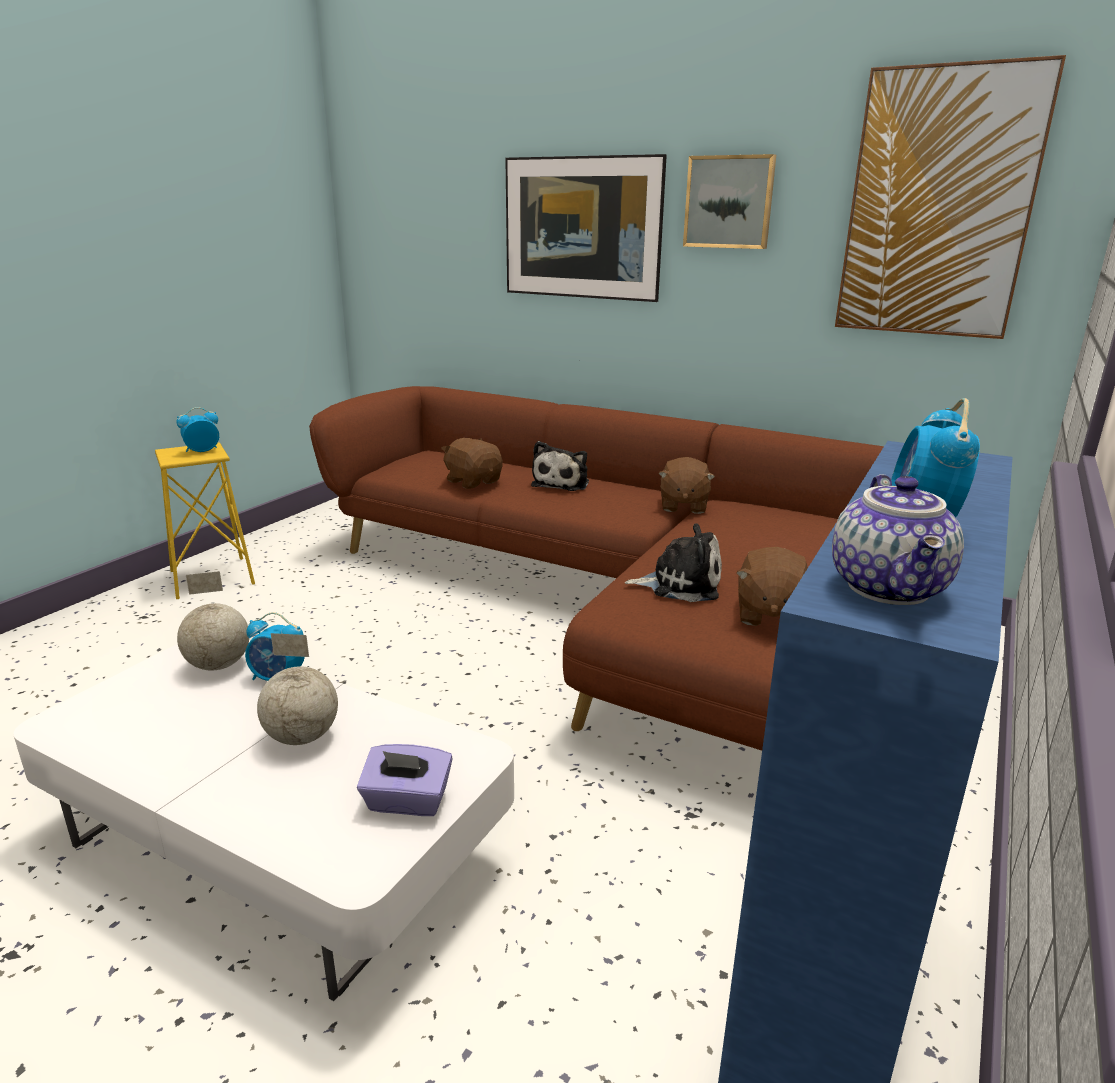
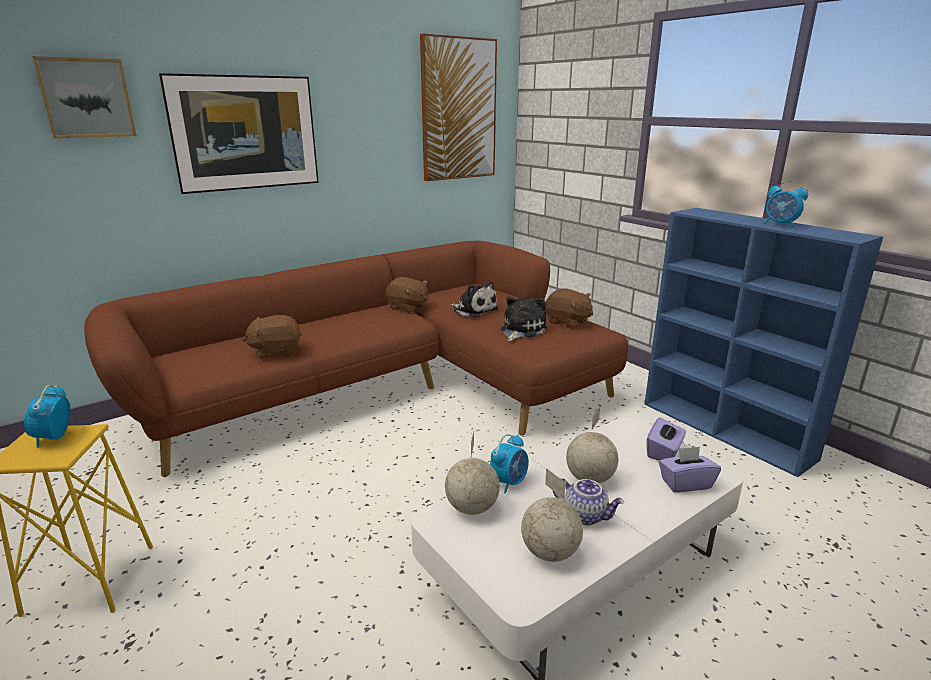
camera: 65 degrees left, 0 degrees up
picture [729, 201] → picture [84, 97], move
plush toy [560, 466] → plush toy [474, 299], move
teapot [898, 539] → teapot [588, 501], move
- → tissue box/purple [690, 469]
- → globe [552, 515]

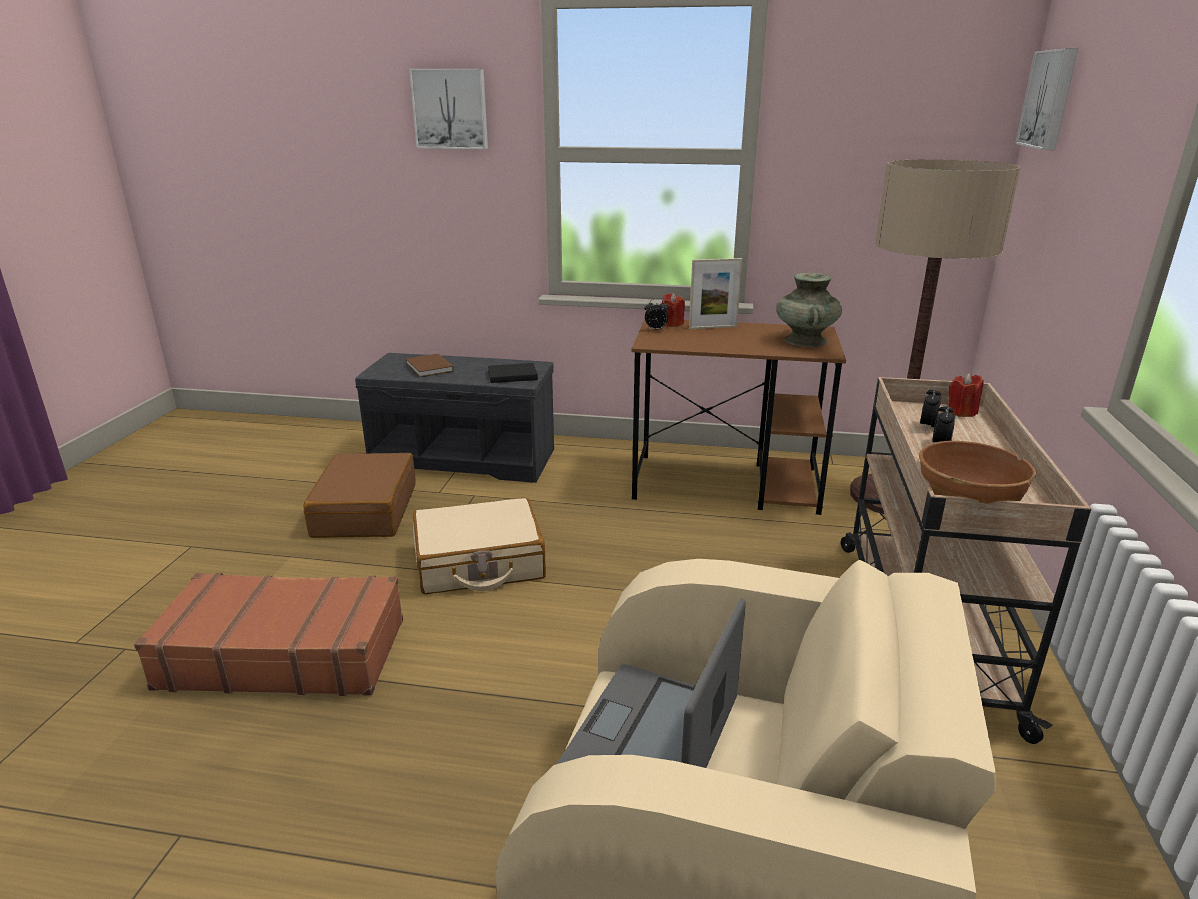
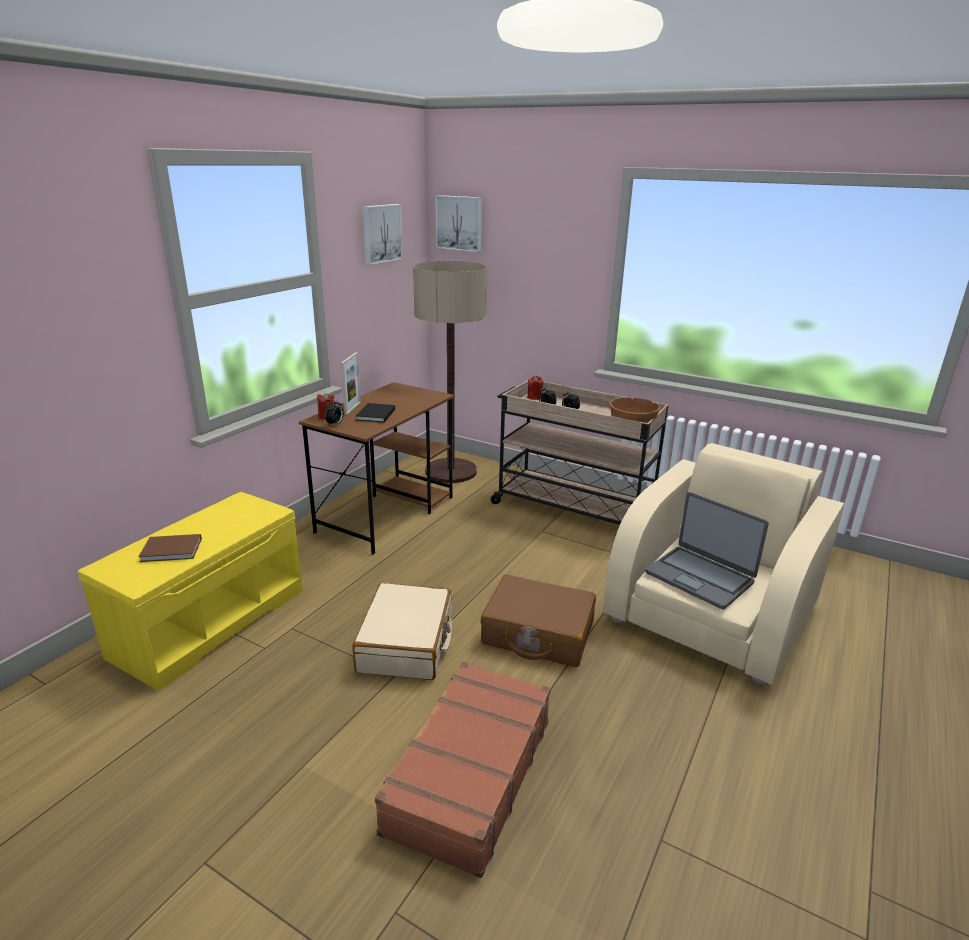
camera: 70 degrees left, 0 degrees up
picture [448, 109] → picture [382, 234], move
vase/turquoise [809, 310] → -
bench/grey [454, 418] → bench/yellow [190, 591]
book/black [513, 373] → book/black [375, 413], move
suitcase/brown [359, 495] → suitcase/brown [538, 620], move

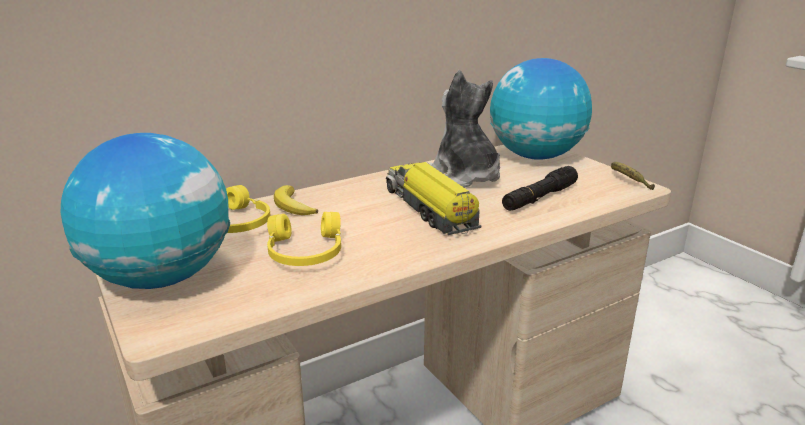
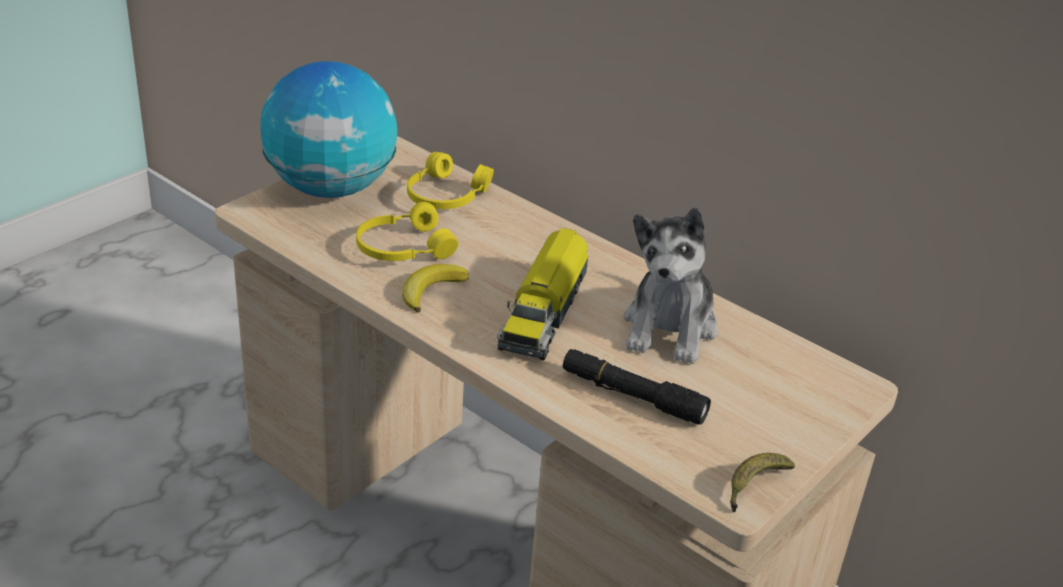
camera: 70 degrees right, 10 degrees up
globe [541, 109] → -
plush toy [464, 129] → plush toy [671, 285], 150 degrees clockwise
toy truck [433, 198] → toy truck [542, 294], 150 degrees clockwise
banana [296, 200] → banana [435, 288], move

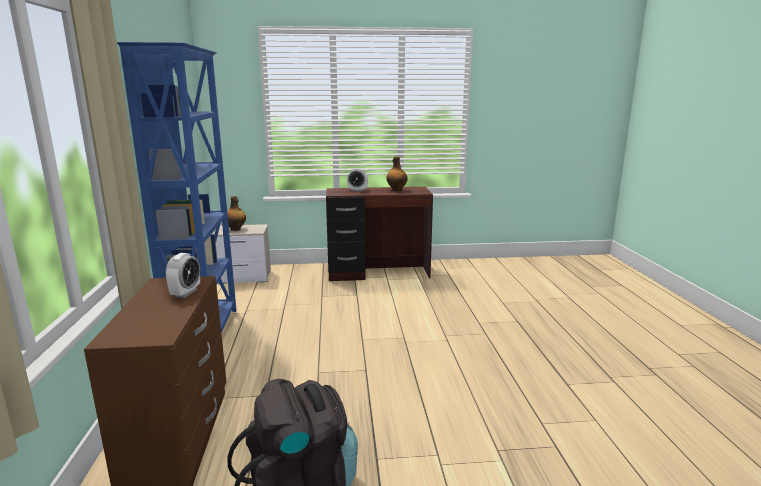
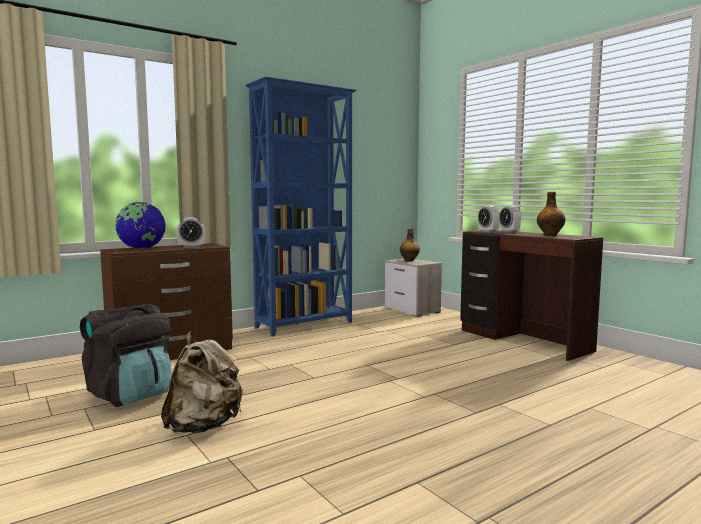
camera: 60 degrees right, 10 degrees down
- → globe [140, 225]
- → alarm clock [489, 219]
- → backpack/beige [202, 382]

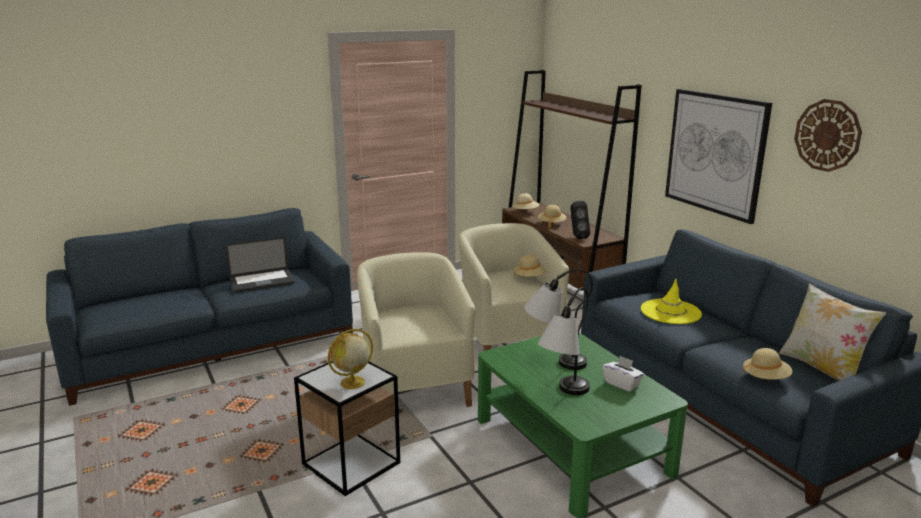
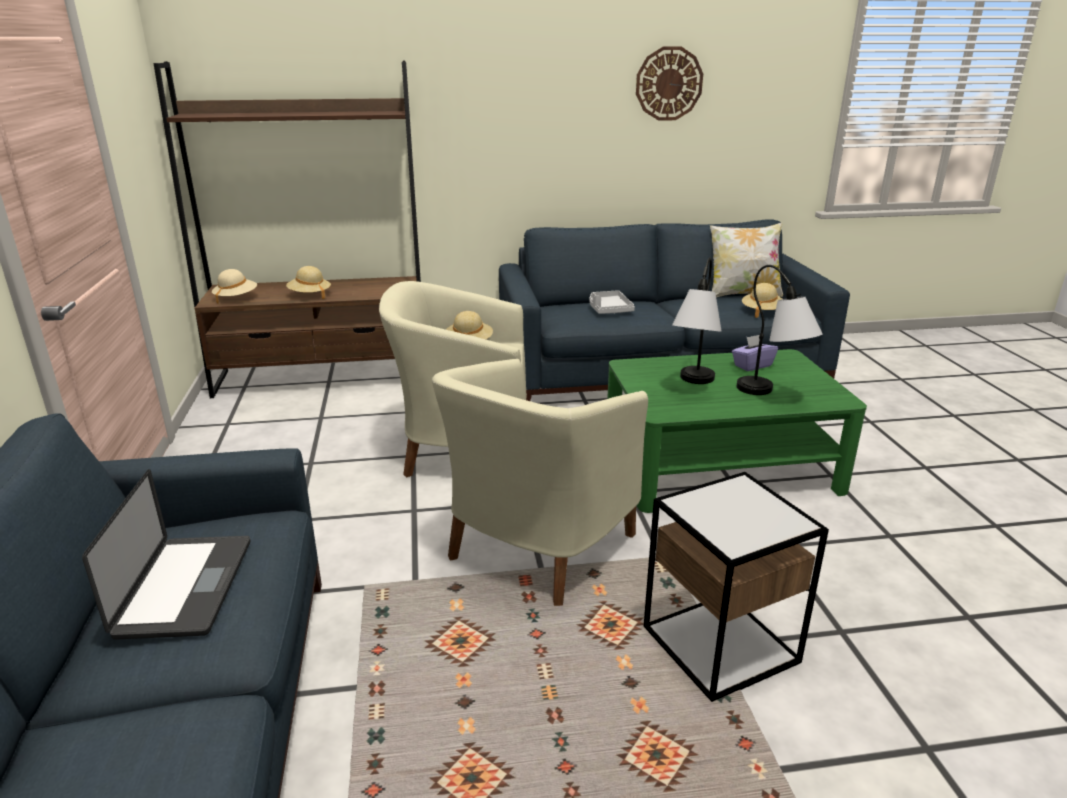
camera: 70 degrees left, 5 degrees up
picture [718, 156] → -
speaker/black [580, 220] → -
armchair/beige [416, 329] → armchair/beige [540, 482], 60 degrees counterclockwise
hat/yellow [671, 301] → tray/grey [612, 302]
globe [350, 359] → -
tissue box/white [623, 374] → tissue box/purple [755, 353]

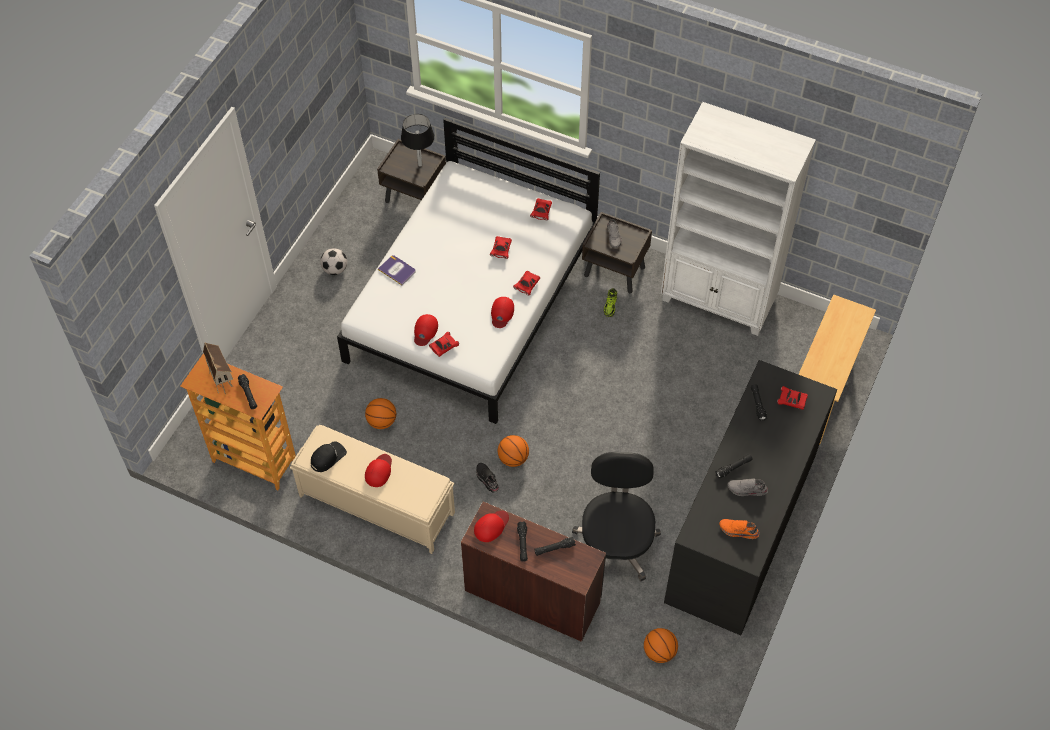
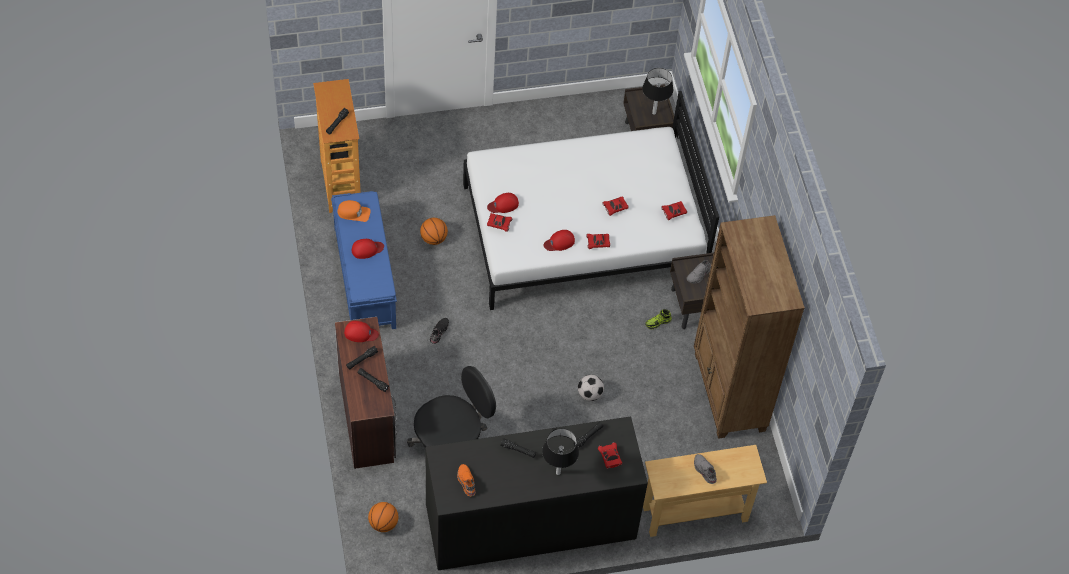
camera: 50 degrees right, 0 degrees up
bookcase/white [738, 219] → bookcase/brown [749, 327]
football [333, 261] → football [591, 388], move
book [397, 270] → -
toy house [218, 368] → -
bench/beige [372, 489] → bench/blue [364, 260]
basketball [513, 451] → -
cap/black [329, 456] → cap/orange [354, 211]
shoe/grey [748, 487] → shoe/grey [705, 469], move
- → table lamp/black [560, 451]

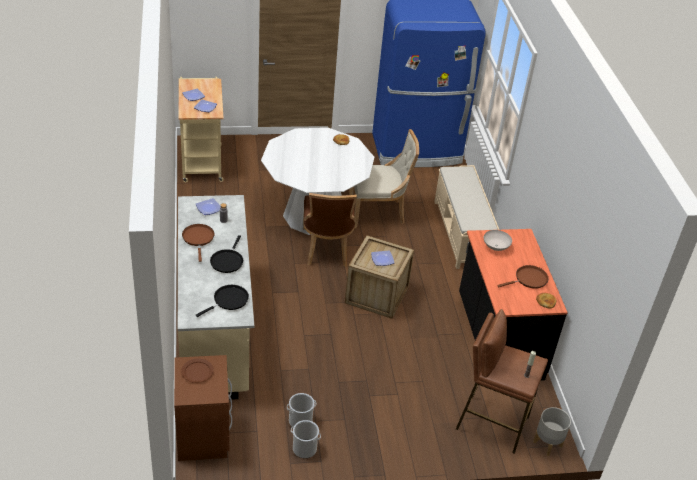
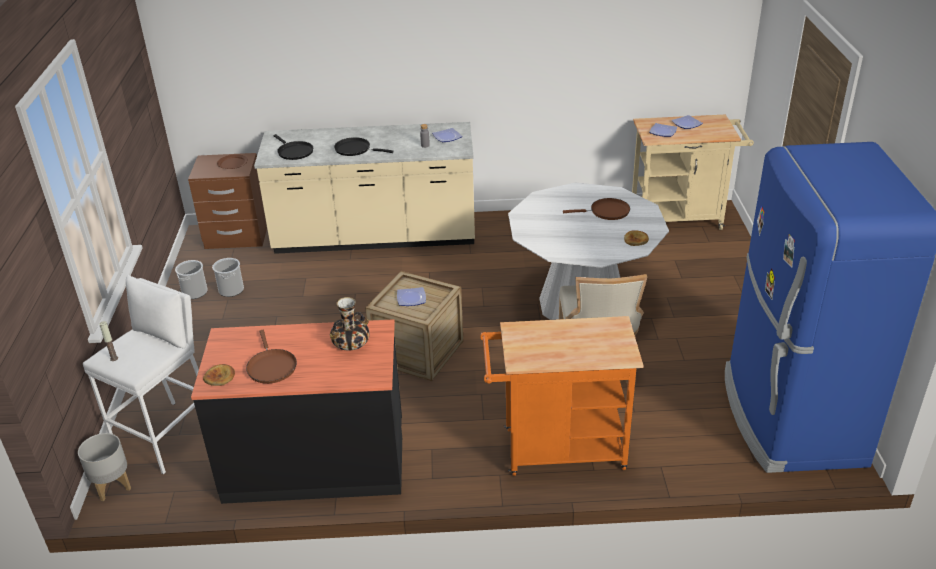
camera: 100 degrees right, 5 degrees down
bench/beige [466, 217] → cart/orange [562, 396]
chair/brown [330, 230] → -
frying pan/brown [198, 243] → frying pan/brown [596, 209], move
bowl/white [498, 240] → vase [349, 324]
stool/brown [502, 381] → stool/white [141, 374]

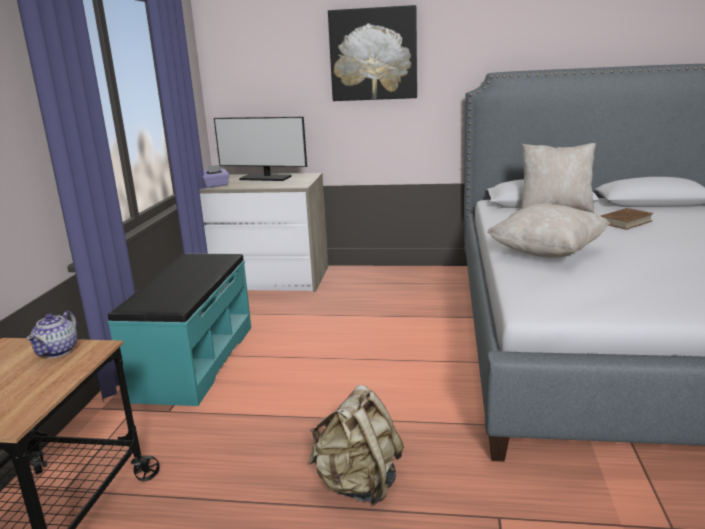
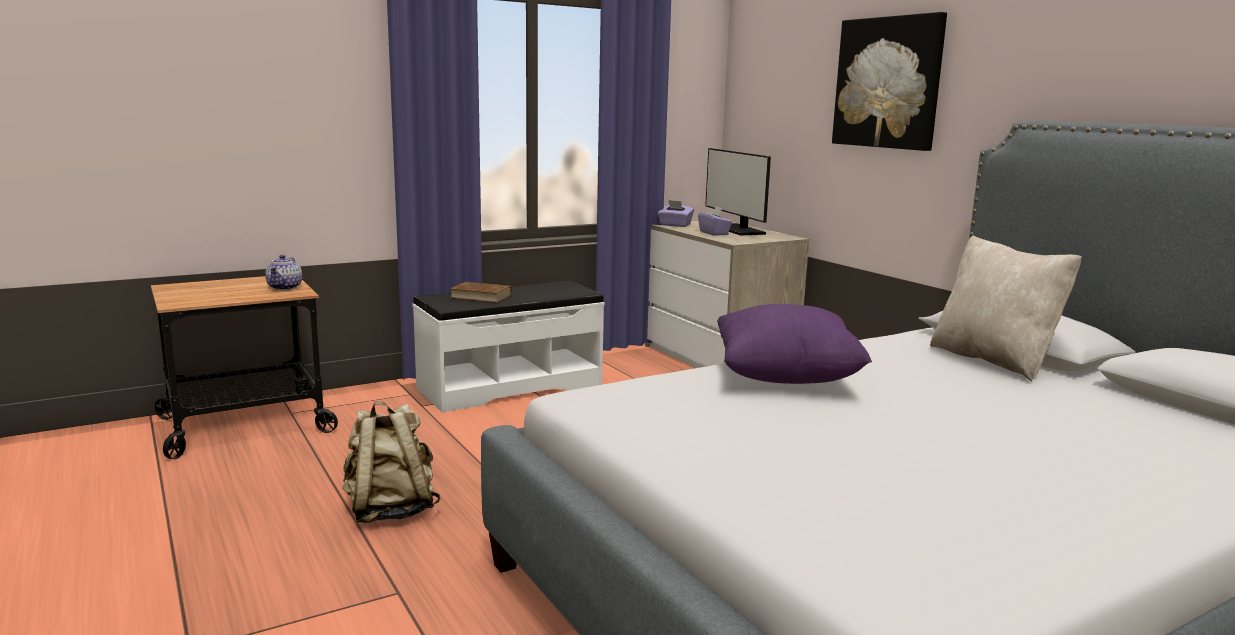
camera: 50 degrees right, 5 degrees down
pillow/beige [548, 230] → pillow/purple [794, 344]
book/brown [627, 219] → book/brown [481, 292], move
bench/turquoise [179, 330] → bench/white [508, 347]
teapot [52, 334] → teapot [283, 272], 60 degrees counterclockwise
- → tissue box/purple [715, 221]

